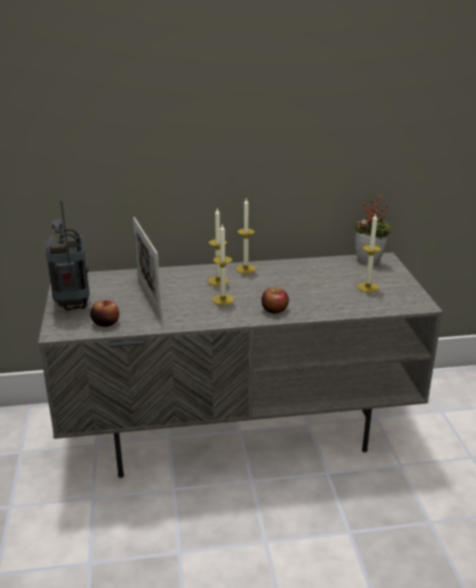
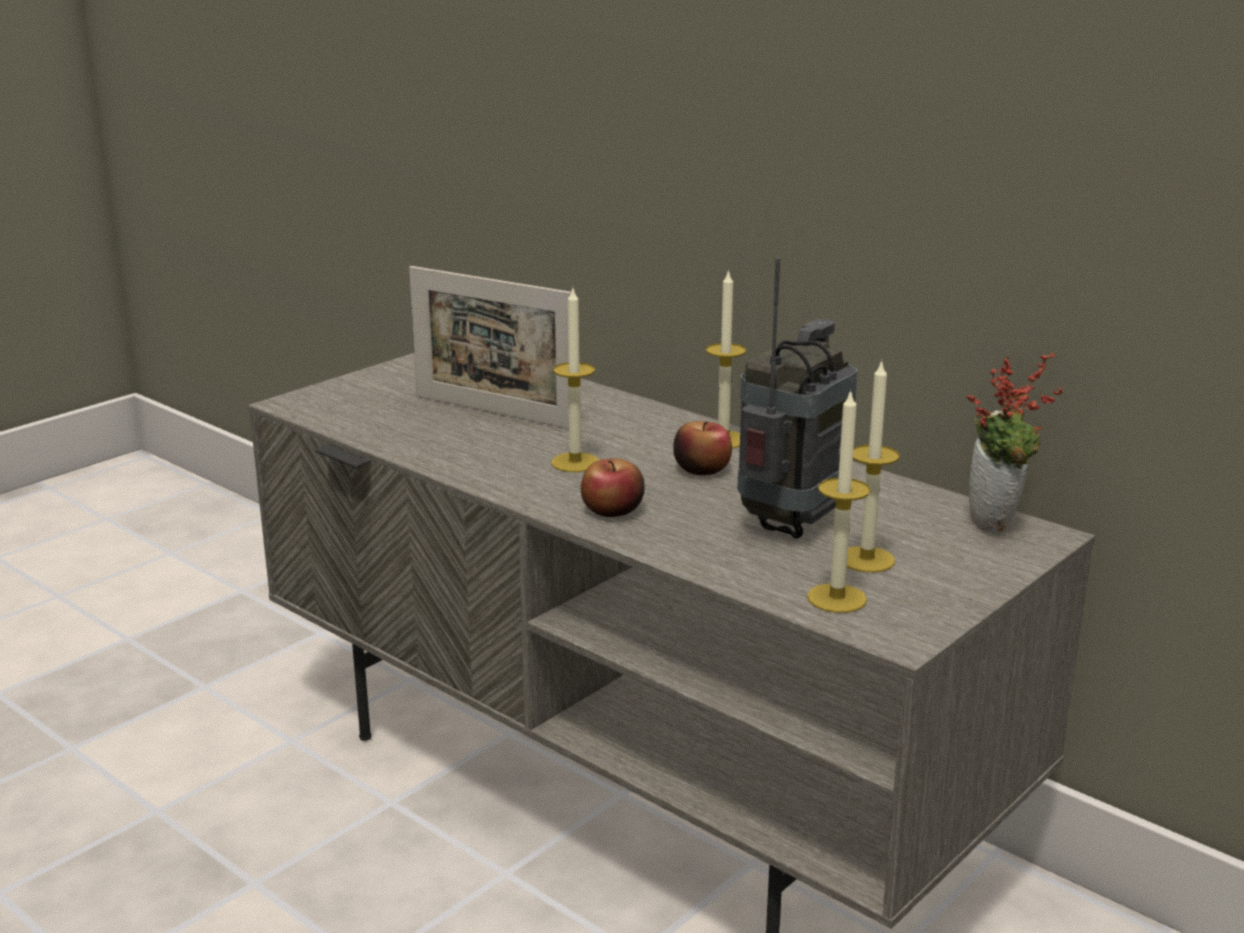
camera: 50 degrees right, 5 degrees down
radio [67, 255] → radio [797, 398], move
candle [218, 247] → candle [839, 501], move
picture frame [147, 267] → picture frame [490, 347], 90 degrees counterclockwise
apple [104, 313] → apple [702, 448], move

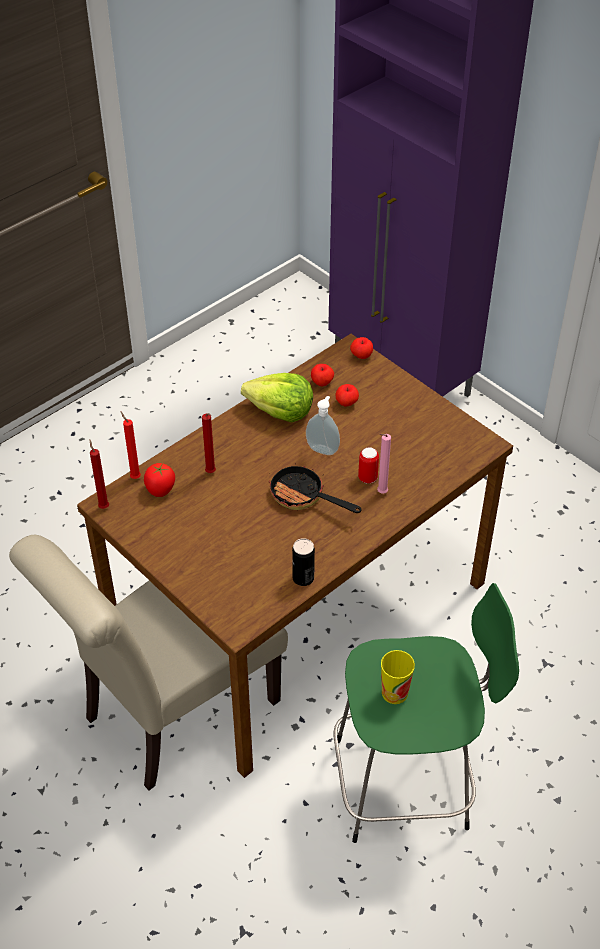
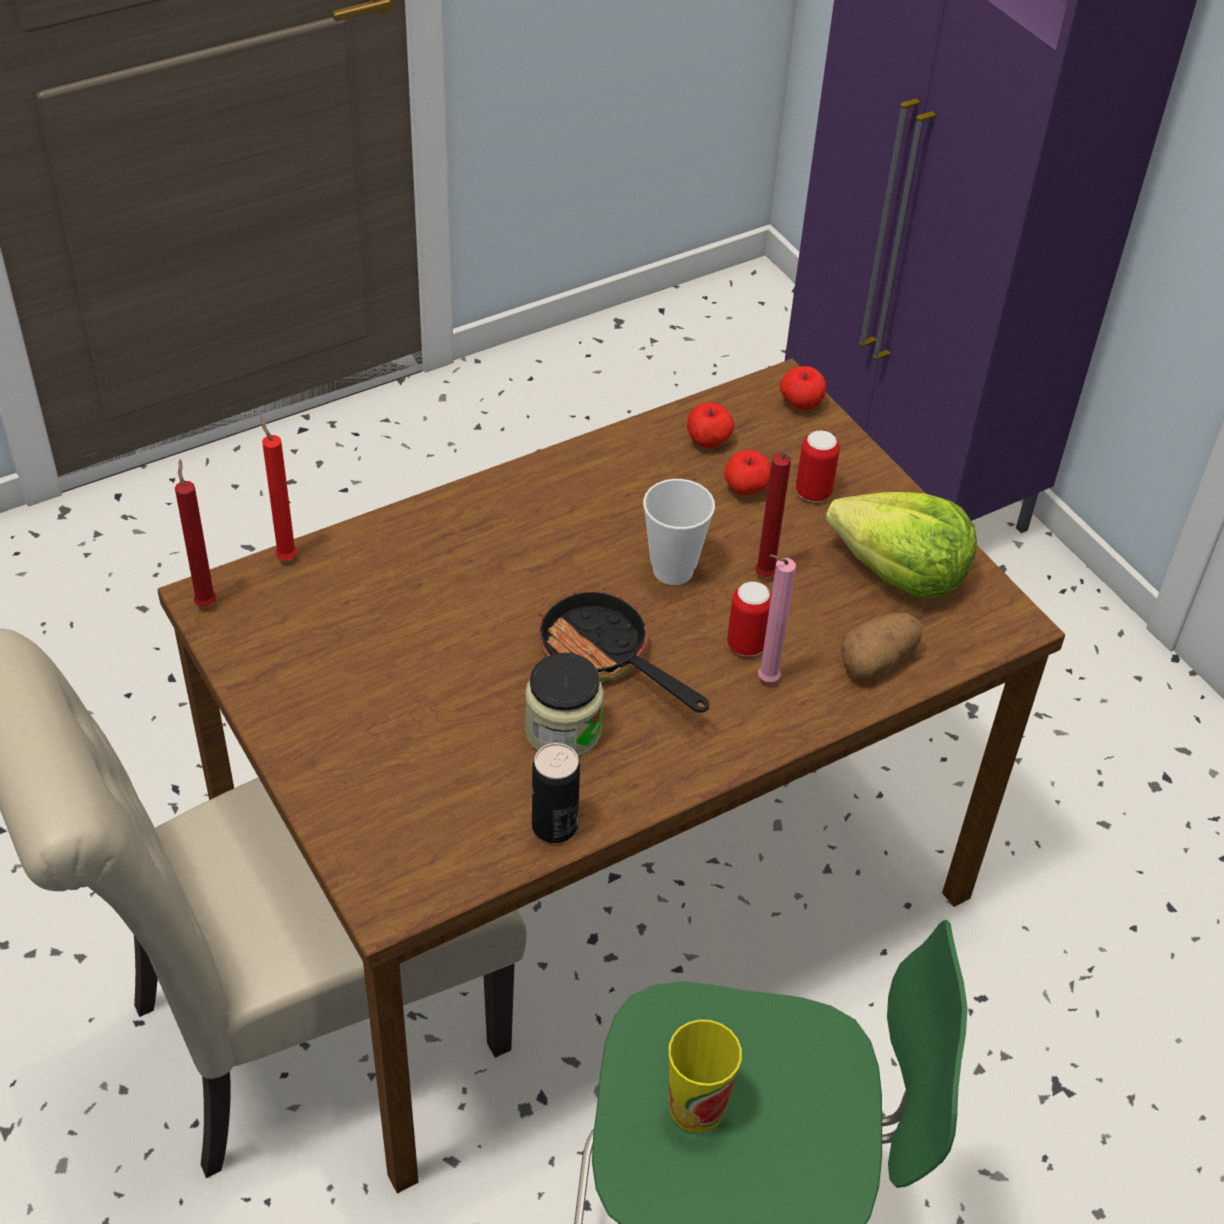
camera: 10 degrees right, 0 degrees up
lettuce [277, 397] → lettuce [901, 545], move
soap dispenser [323, 425] → cup [679, 532]
candle/red [209, 443] → candle/red [774, 515], move
tomato [159, 480] → -
- → can [818, 466]
- → potato [882, 646]
- → jar [564, 705]

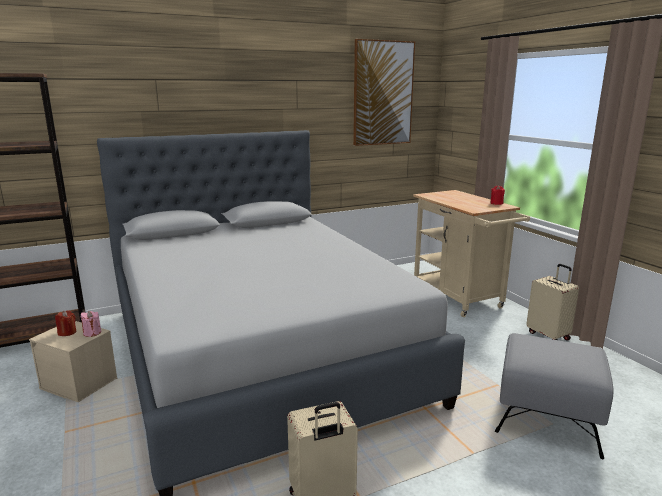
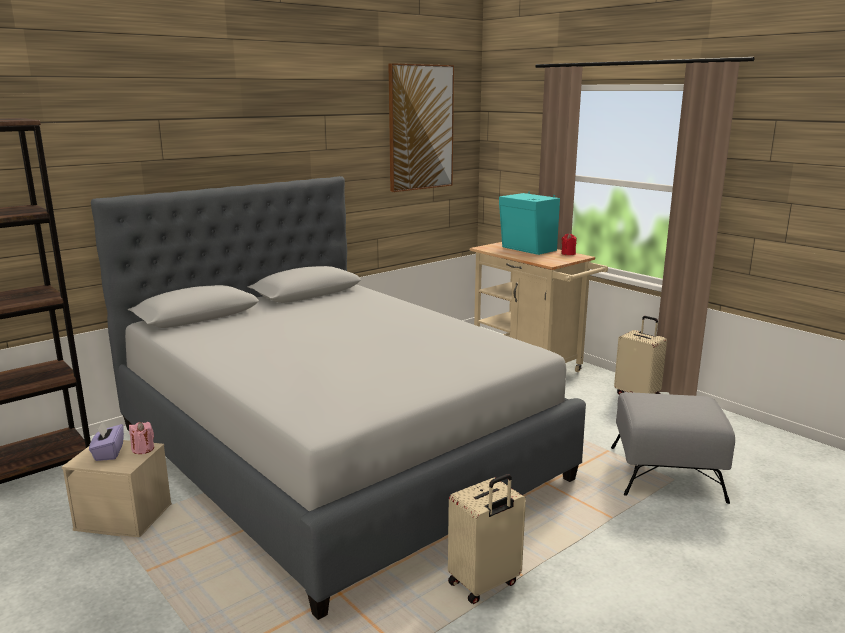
camera: 15 degrees left, 0 degrees up
candle/red [65, 323] → tissue box/purple [106, 441]
- → speaker/turquoise [529, 223]

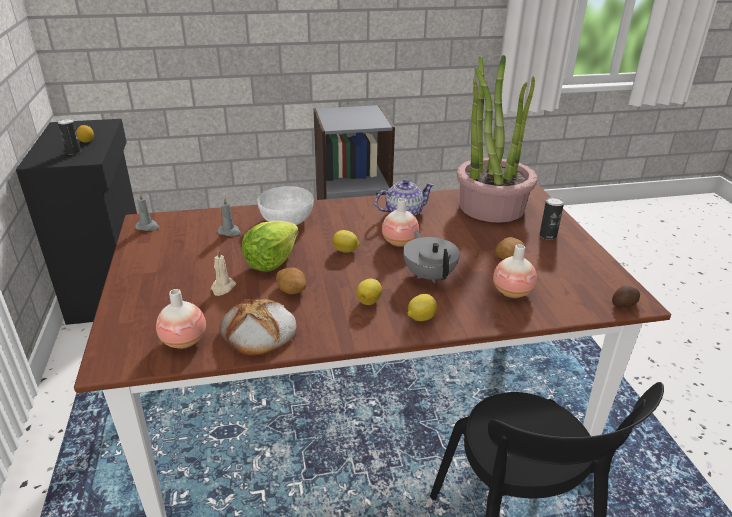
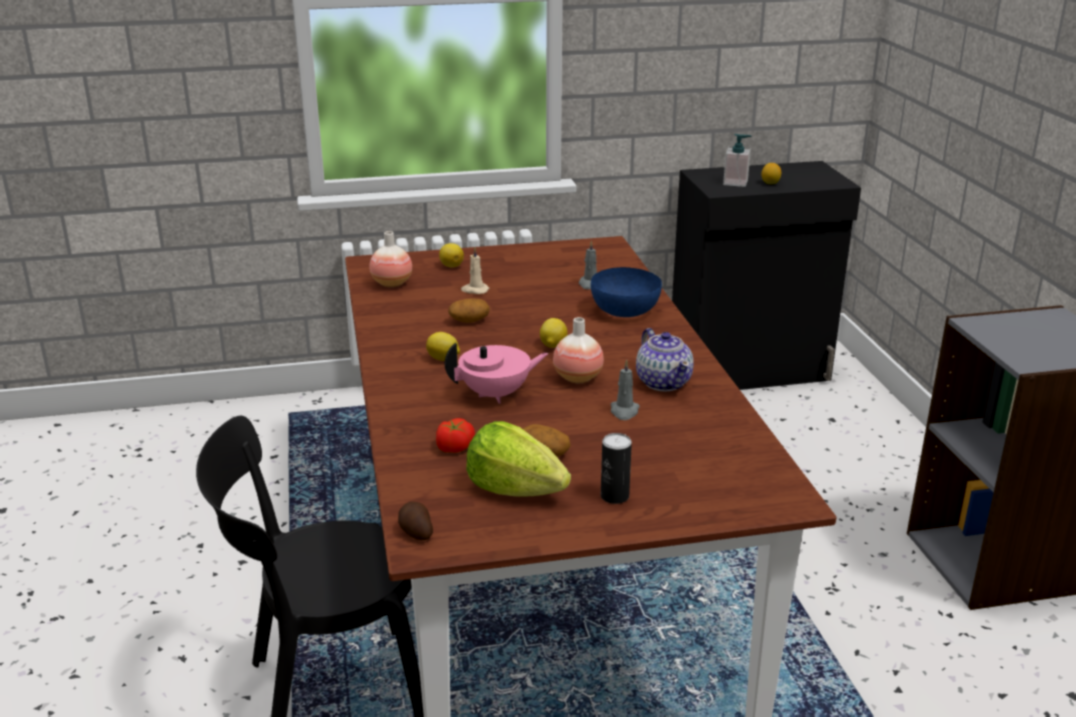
camera: 90 degrees right, 5 degrees down
potted plant [497, 139] → -
can [69, 136] → soap dispenser [737, 160]
bowl/white [286, 205] → bowl/blue [626, 292]
candle/grey [147, 212] → candle/grey [625, 390], move
lettuce [270, 246] → lettuce [518, 459], move
teapot/grey [431, 256] → teapot/pink [496, 373]
vase [515, 271] → tomato [455, 435]
lemon [422, 307] → lemon [451, 255], move
bread [258, 327] → -

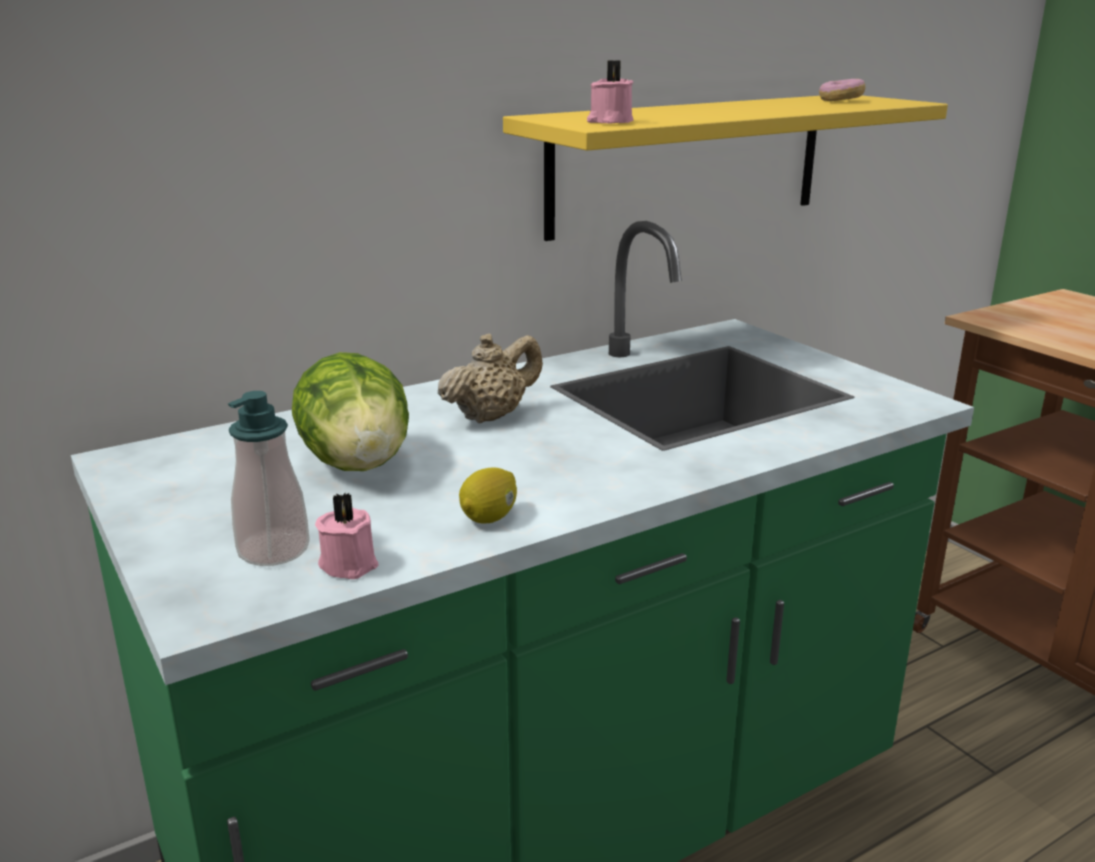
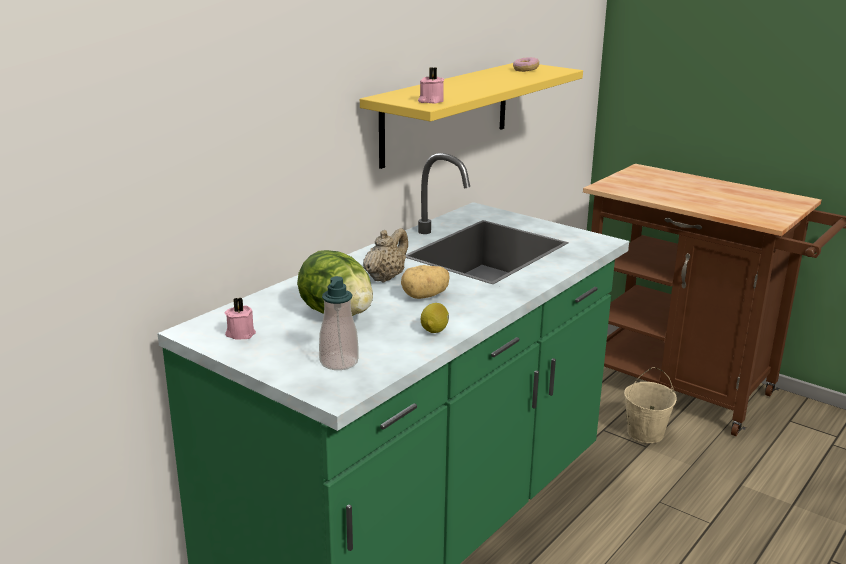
camera: 20 degrees left, 0 degrees up
candle/pink [347, 536] → candle/pink [240, 319], move
- → potato [425, 282]
- → bucket/beige [650, 405]

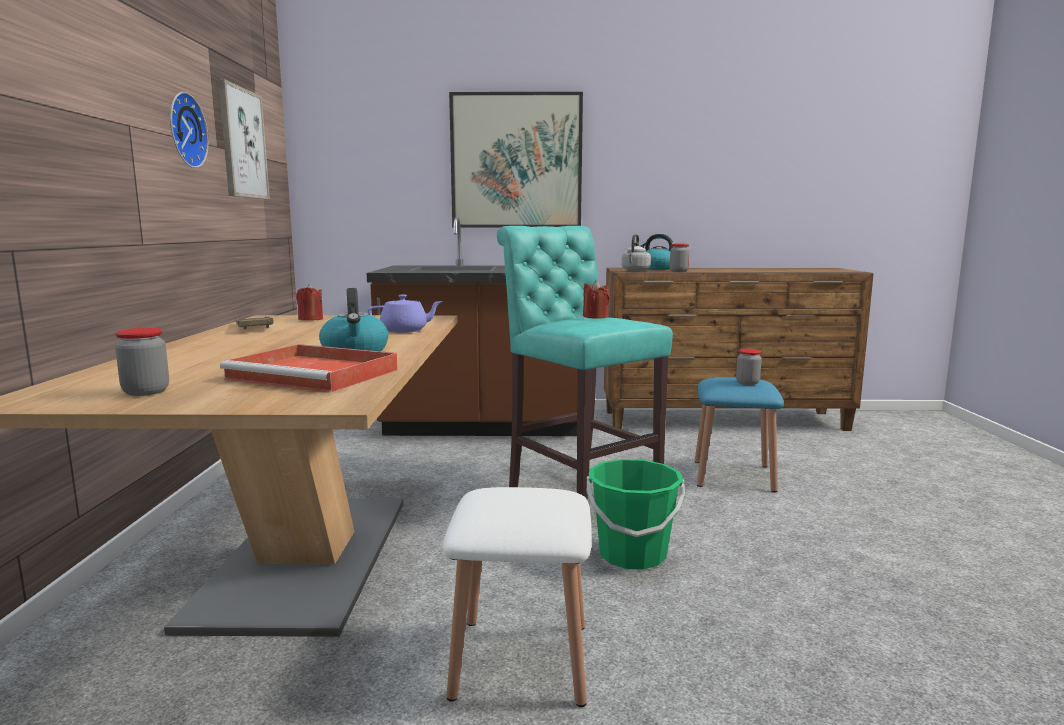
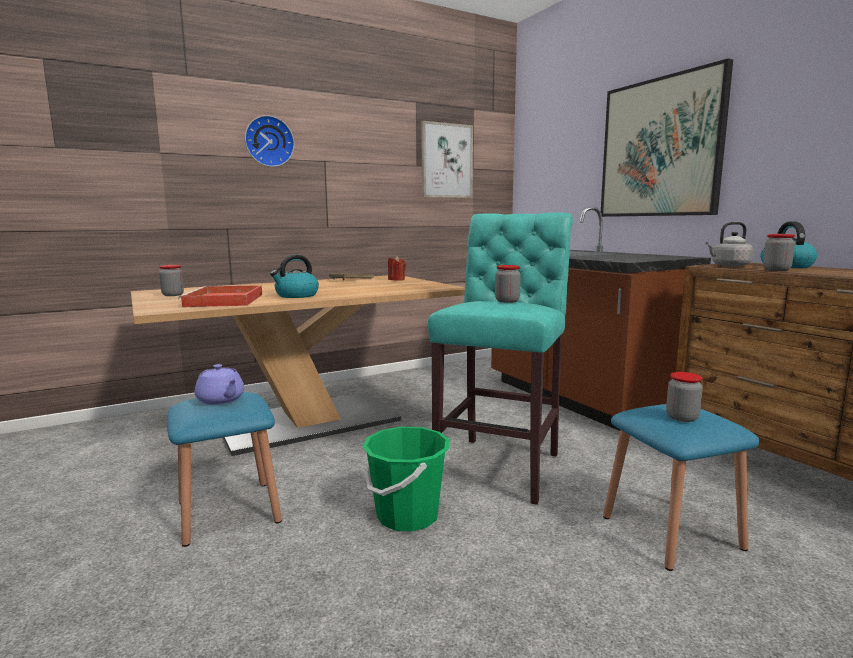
camera: 60 degrees right, 0 degrees up
wall clock [189, 130] → wall clock [269, 141], move
candle/red [596, 299] → jar [508, 284]
teapot/purple [405, 313] → teapot/purple [219, 384], move
stool/white [517, 597] → stool/blue [224, 469]

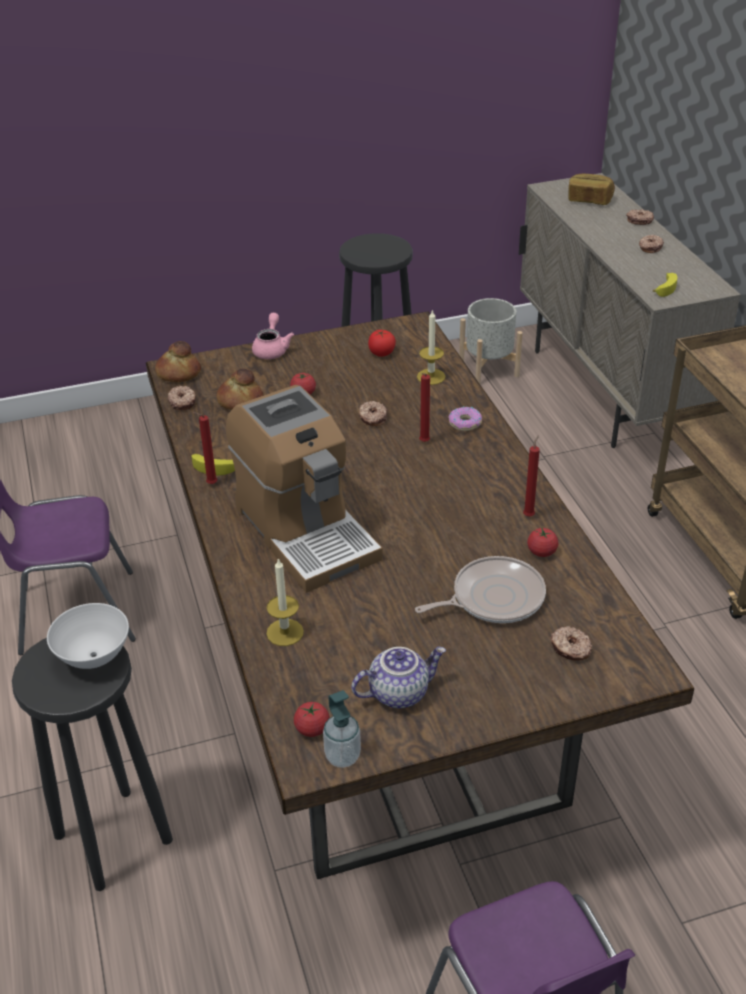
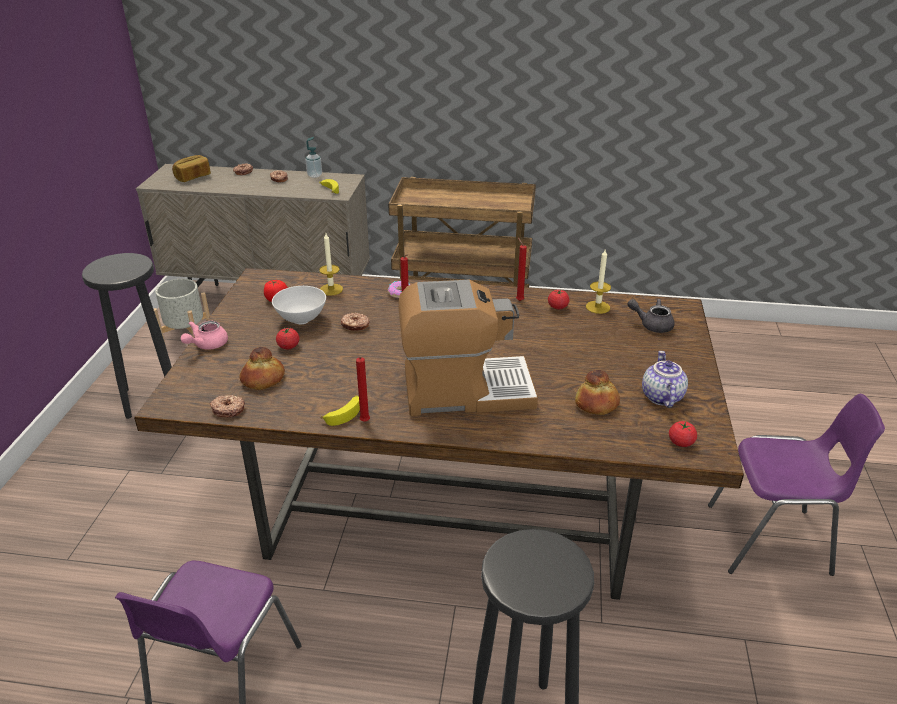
camera: 65 degrees left, 5 degrees down
teapot/pink [273, 336] → teapot/pink [204, 335], 90 degrees counterclockwise
bread [178, 361] → bread [597, 392], move
frying pan [480, 589] → -
candle [285, 602] → candle [598, 282], move
bowl/white [88, 636] → bowl/white [299, 305], move
donut [571, 643] → teapot/grey [650, 316]
soap dispenser [342, 729] → soap dispenser [313, 157], move

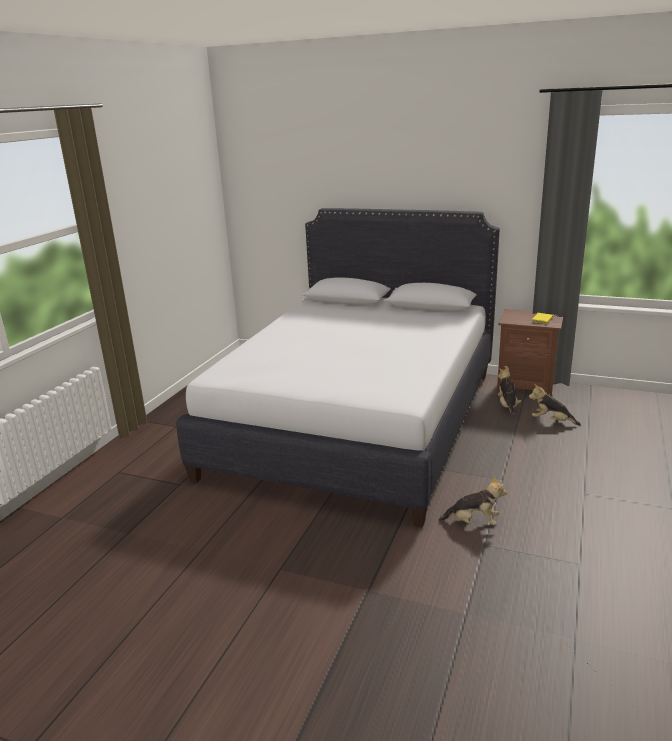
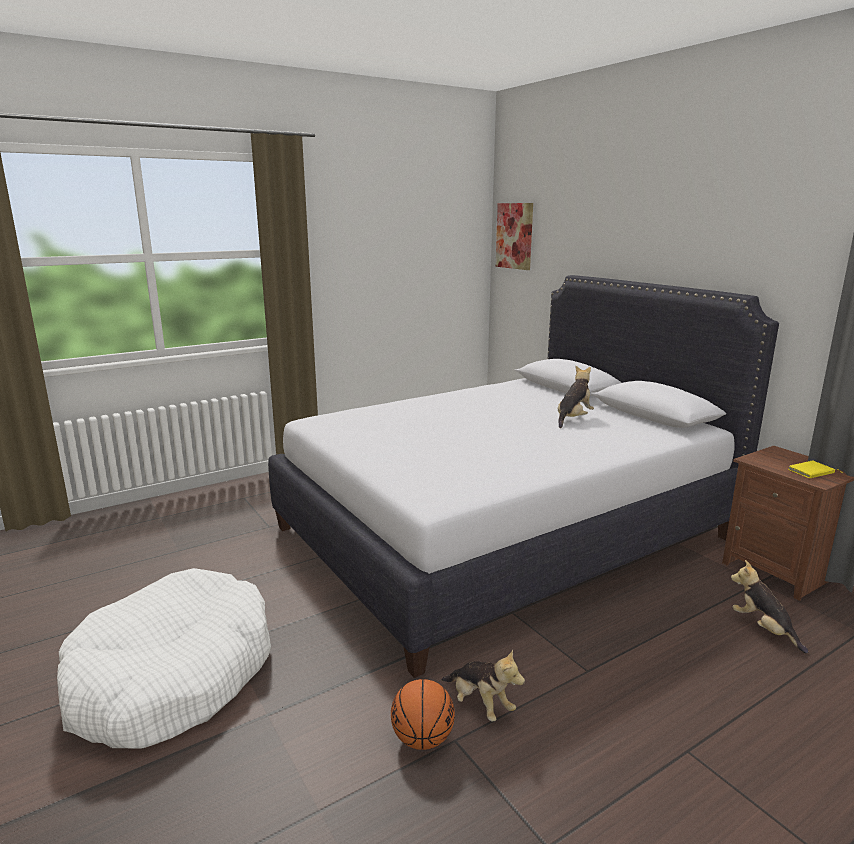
camera: 35 degrees right, 5 degrees down
plush toy [509, 392] → plush toy [576, 397], move
- → picture [514, 236]
- → dog bed/white [164, 658]
- → basketball [423, 714]

